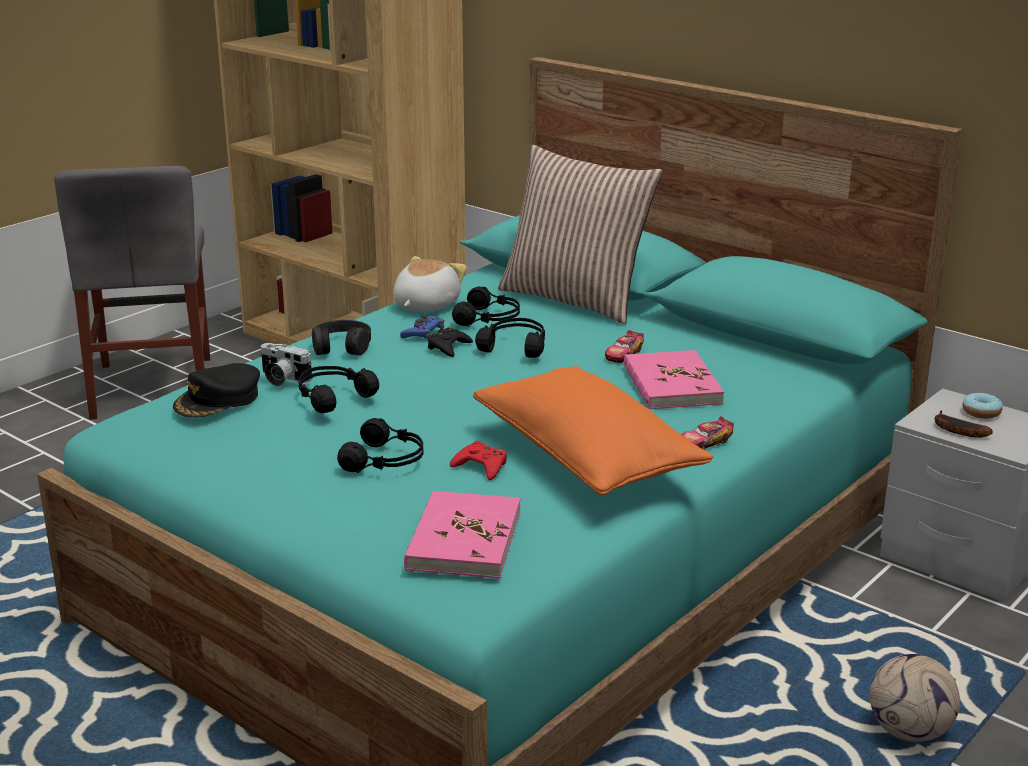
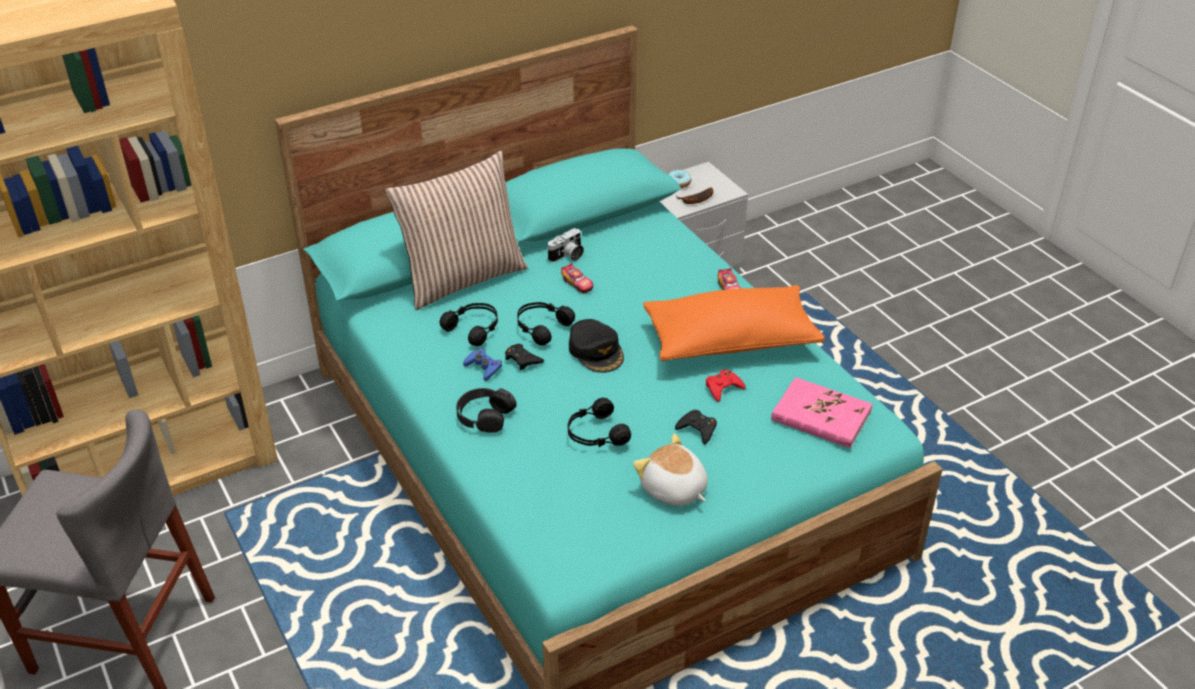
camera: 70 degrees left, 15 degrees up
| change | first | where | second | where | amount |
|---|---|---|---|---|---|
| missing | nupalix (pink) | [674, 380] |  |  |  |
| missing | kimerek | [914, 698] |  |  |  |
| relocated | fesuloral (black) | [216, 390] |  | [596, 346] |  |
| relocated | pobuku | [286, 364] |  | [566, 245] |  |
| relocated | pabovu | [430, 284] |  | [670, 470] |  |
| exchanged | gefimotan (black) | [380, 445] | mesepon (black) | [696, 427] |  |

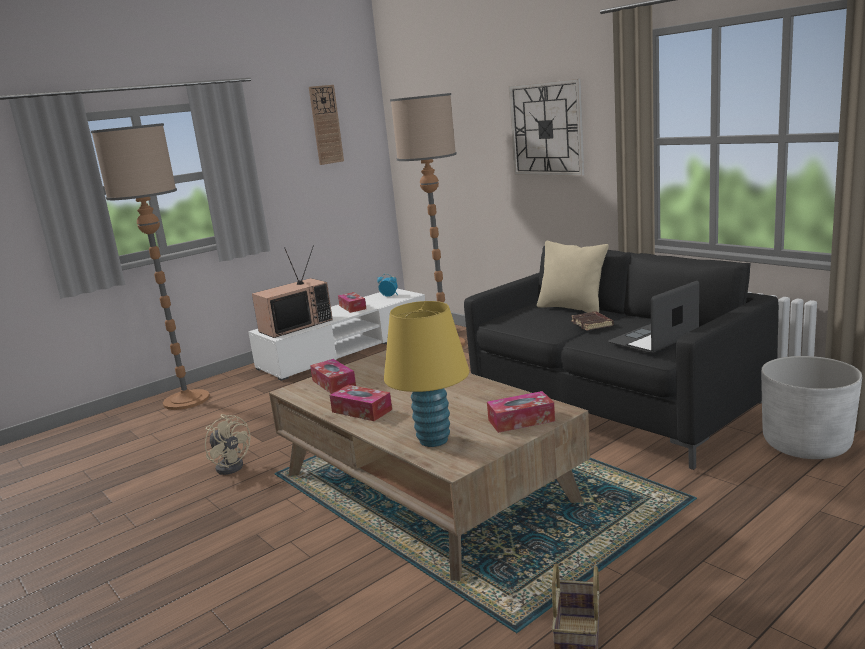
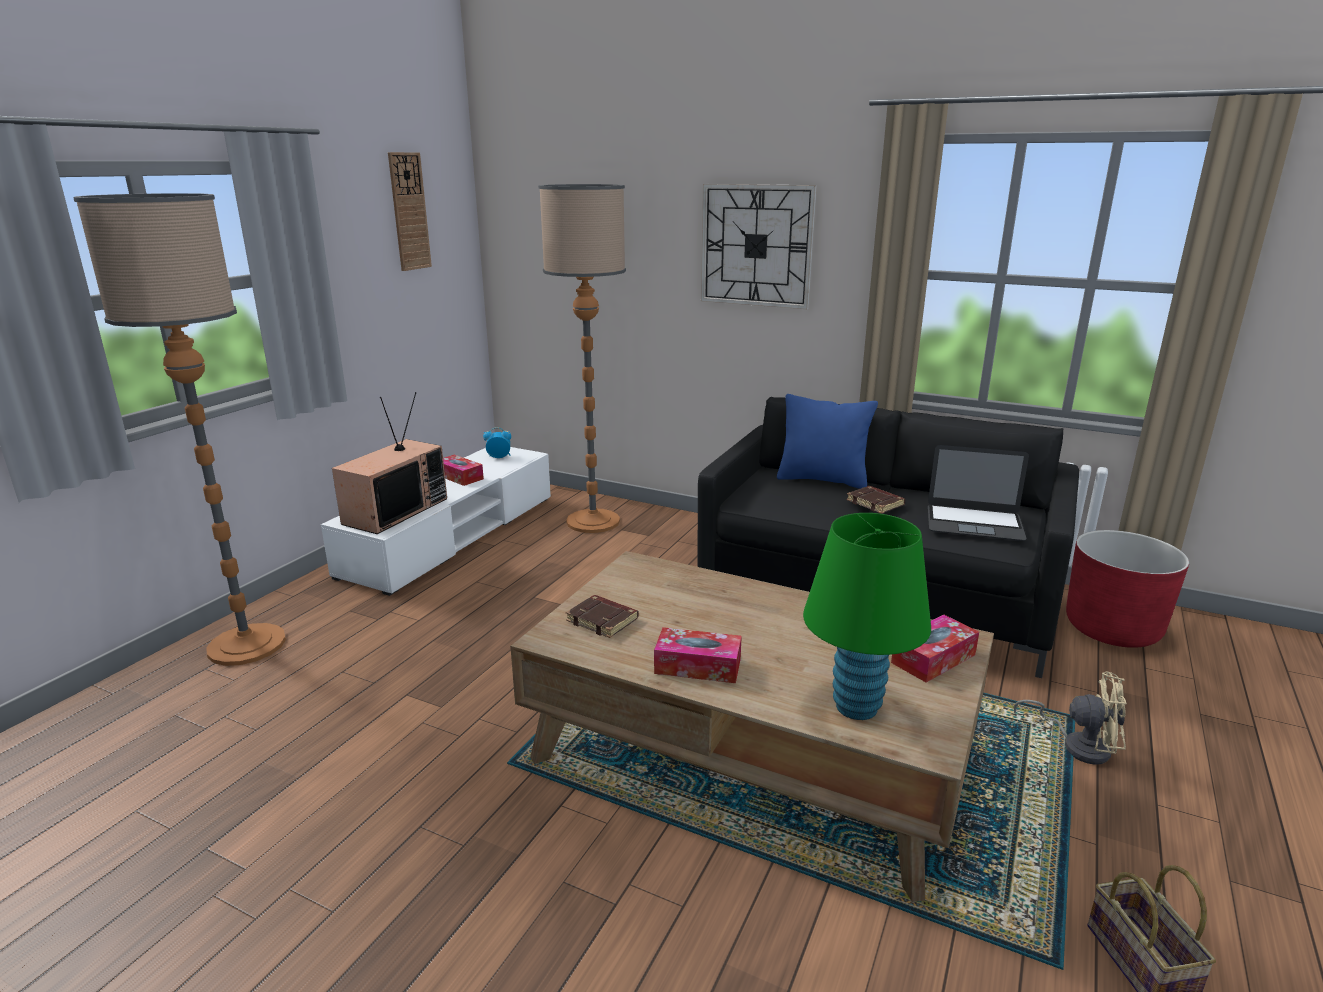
camera: 25 degrees left, 5 degrees up
| change | first | where | second | where | amount |
|---|---|---|---|---|---|
| relocated | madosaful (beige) | [228, 444] |  | [1070, 718] |  |
| exchanged | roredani | [333, 376] | nupalix (brown) | [602, 616] |  |
| colour | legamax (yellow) | [426, 374] | legamax (green) | [867, 616] |  |
| colour | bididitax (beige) | [573, 277] | bididitax (blue) | [827, 441] |  |
| colour | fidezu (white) | [811, 407] | fidezu (red) | [1127, 589] |  |
| spun | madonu | [653, 317] |  | [978, 493] | 105 degrees counterclockwise |

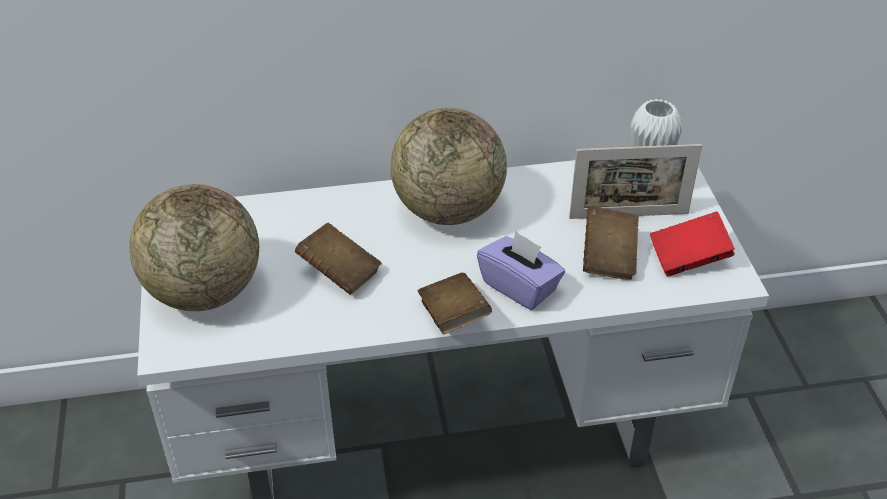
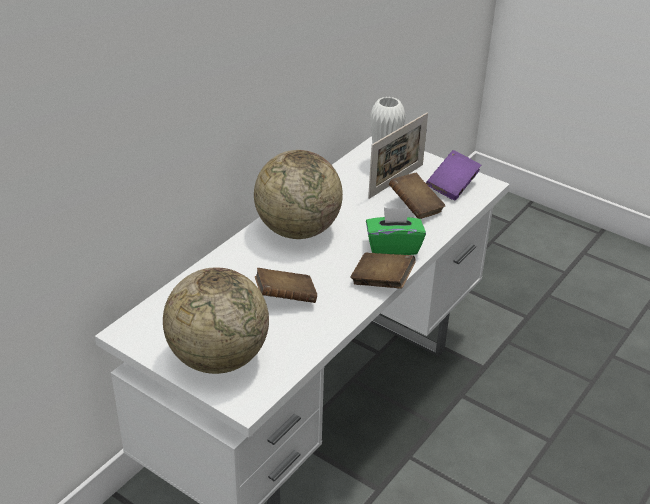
camera: 45 degrees left, 5 degrees down
| change | first | where | second | where | amount |
|---|---|---|---|---|---|
| colour | roredani (purple) | [521, 270] | roredani (green) | [396, 231] |  |
| colour | nupalix (red) | [692, 243] | nupalix (purple) | [453, 175] |  |

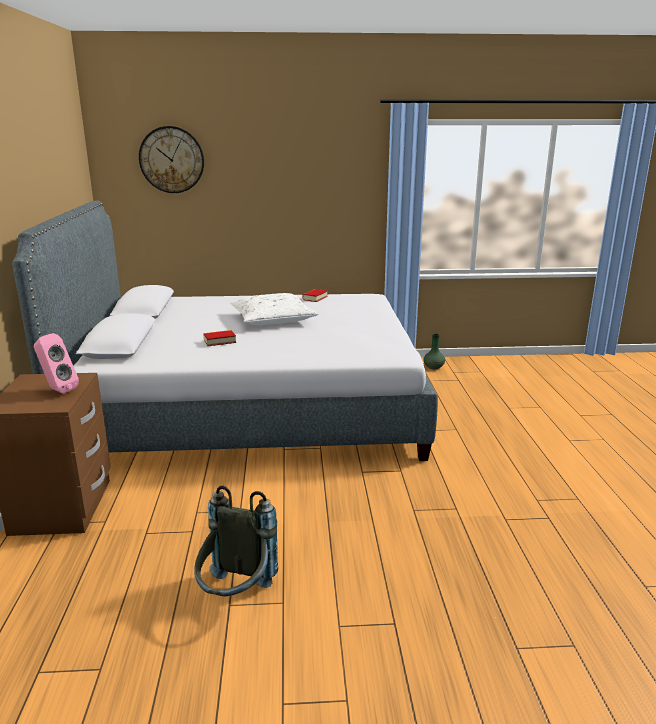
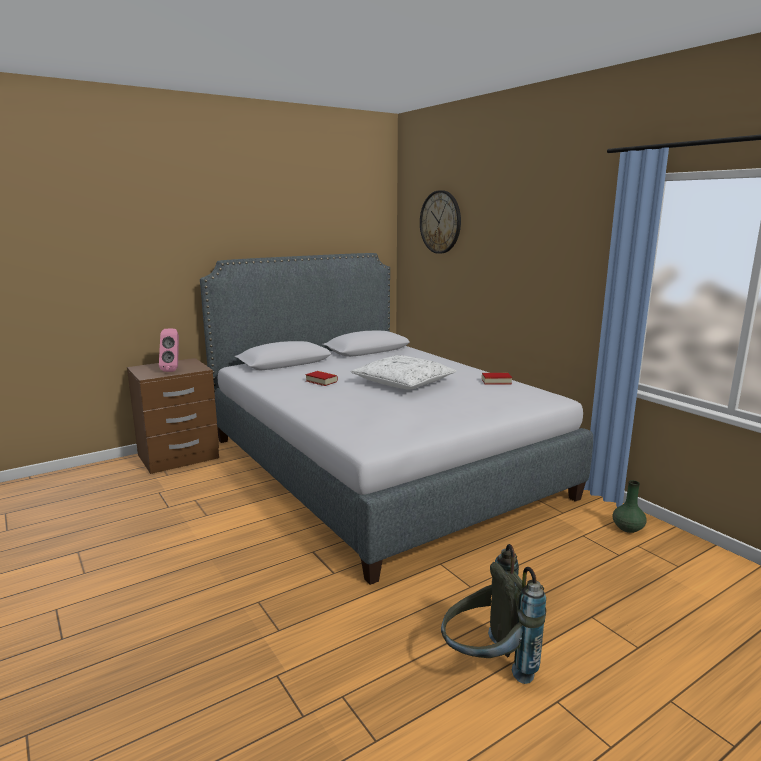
camera: 60 degrees right, 5 degrees down
| change | first | where | second | where | amount |
|---|---|---|---|---|---|
| relocated | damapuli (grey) | [236, 541] |  | [493, 614] |  |

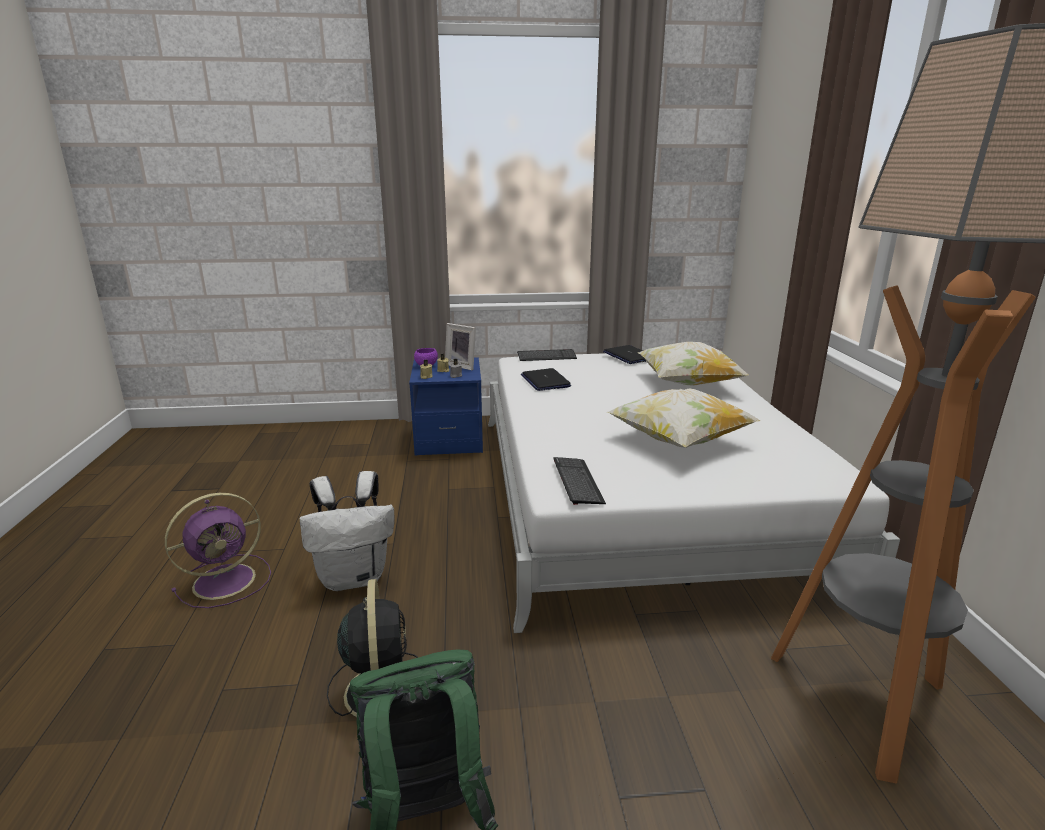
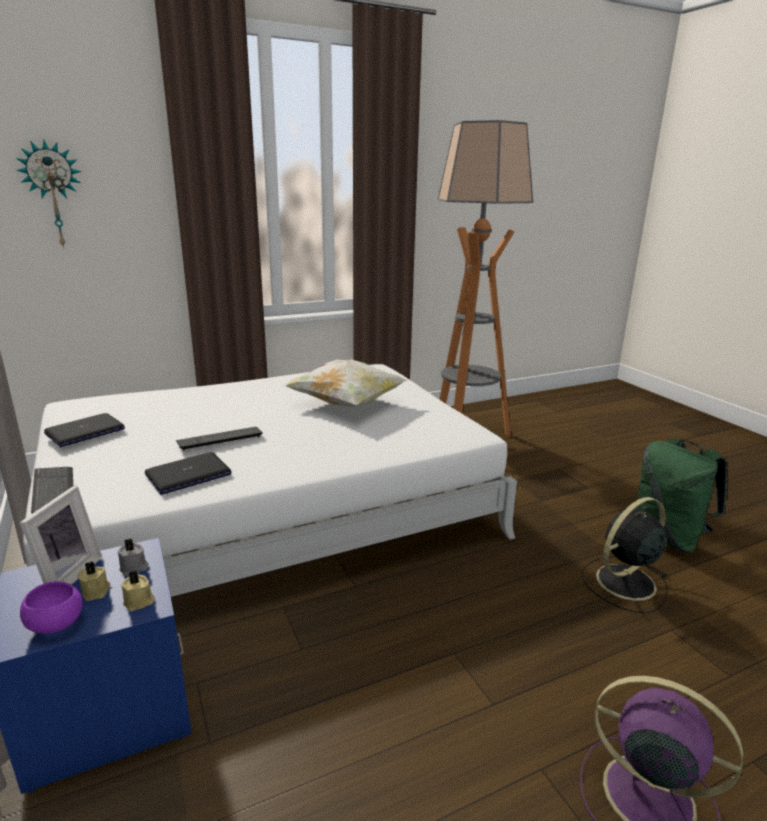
camera: 110 degrees left, 0 degrees up
| change | first | where | second | where | amount |
|---|---|---|---|---|---|
| missing | damapuli (white) | [347, 531] |  |  |  |
| missing | bididitax | [693, 364] |  |  |  |
| appeared |  |  | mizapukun | [49, 194] |  |
| relocated | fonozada | [579, 481] |  | [219, 439] |  |

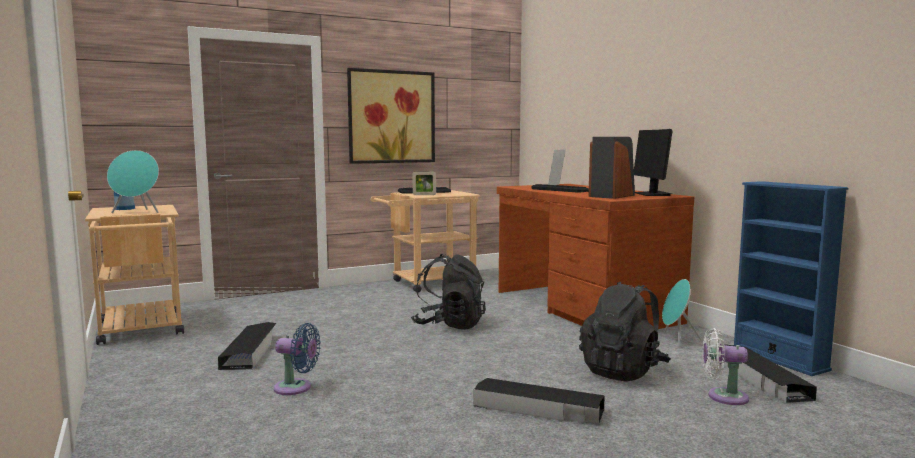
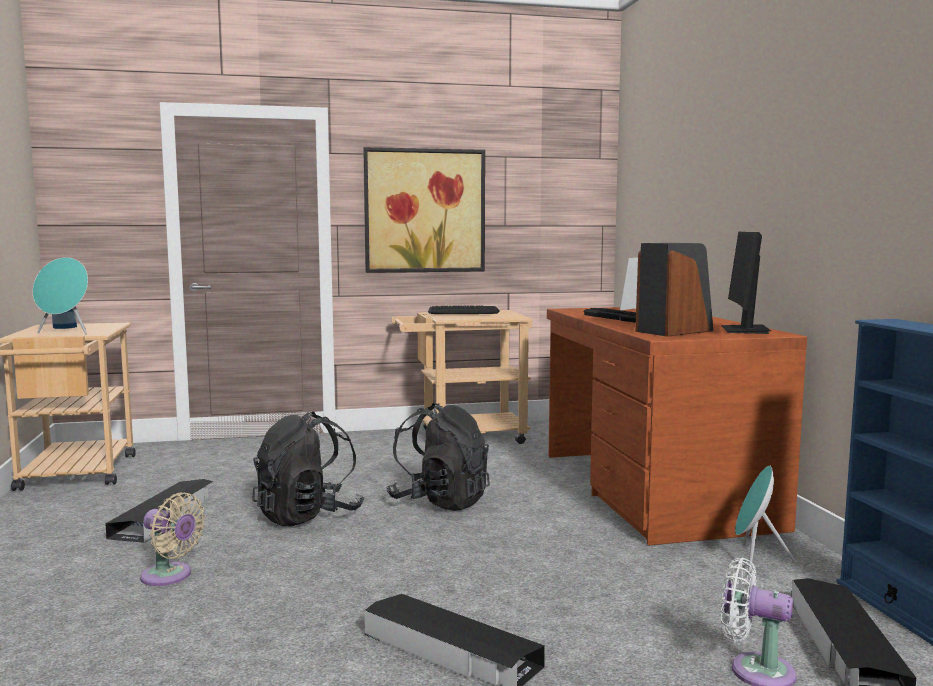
camera: 15 degrees right, 0 degrees up
| change | first | where | second | where | amount |
|---|---|---|---|---|---|
| missing | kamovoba | [424, 183] |  |  |  |
| relocated | damapuli (black) | [625, 332] |  | [308, 468] |  |
| colour | madosaful (blue) | [297, 359] | madosaful (beige) | [173, 539] |  |

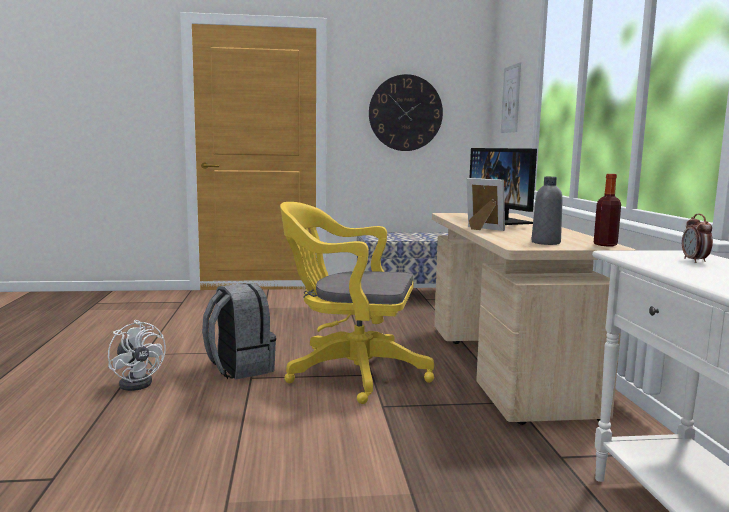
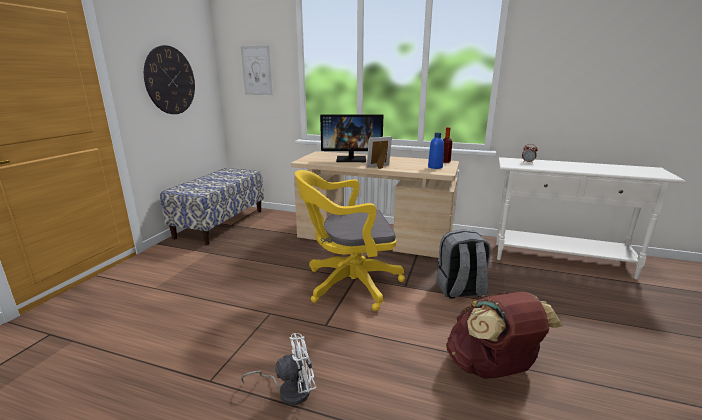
camera: 65 degrees left, 10 degrees up
| change | first | where | second | where | amount |
|---|---|---|---|---|---|
| appeared |  |  | damapuli (brown) | [504, 335] |  |
| relocated | damapuli (grey) | [239, 331] |  | [464, 264] |  |
| colour | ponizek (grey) | [547, 211] | ponizek (blue) | [436, 151] |  |
| spun | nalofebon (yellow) | [357, 303] |  | [350, 240] | 45 degrees clockwise |

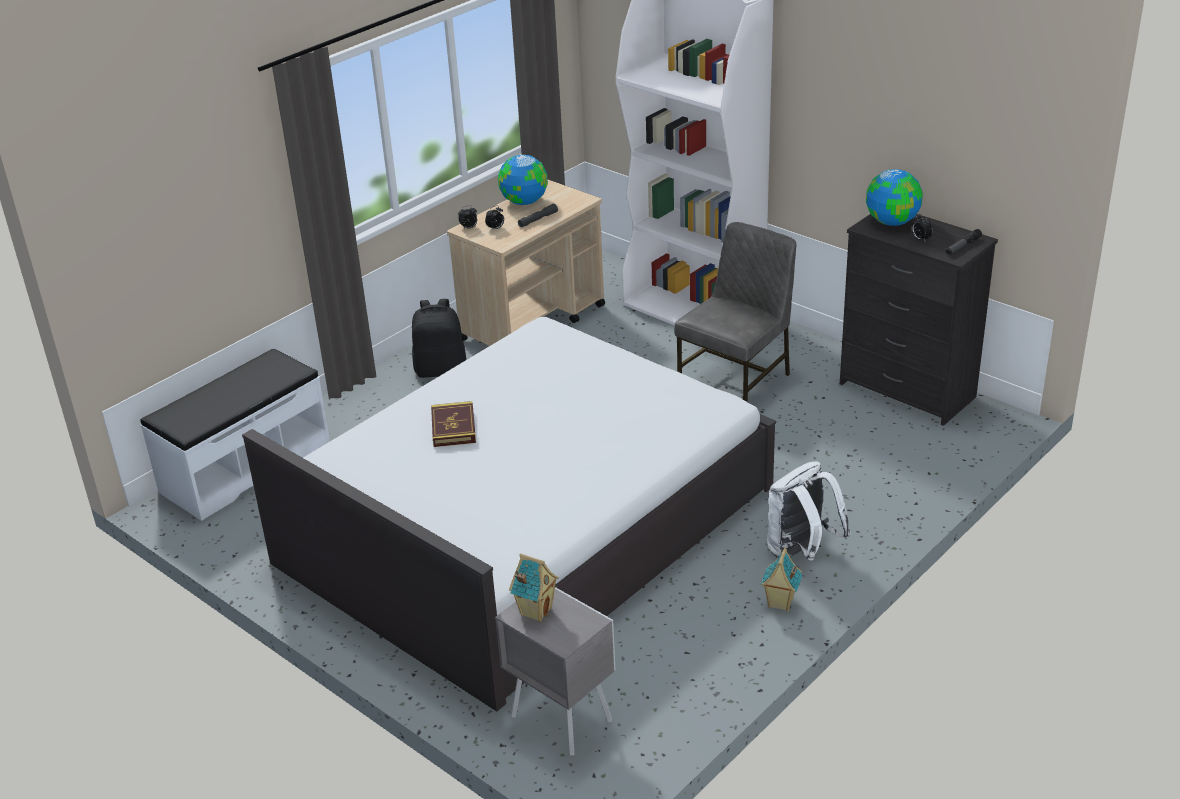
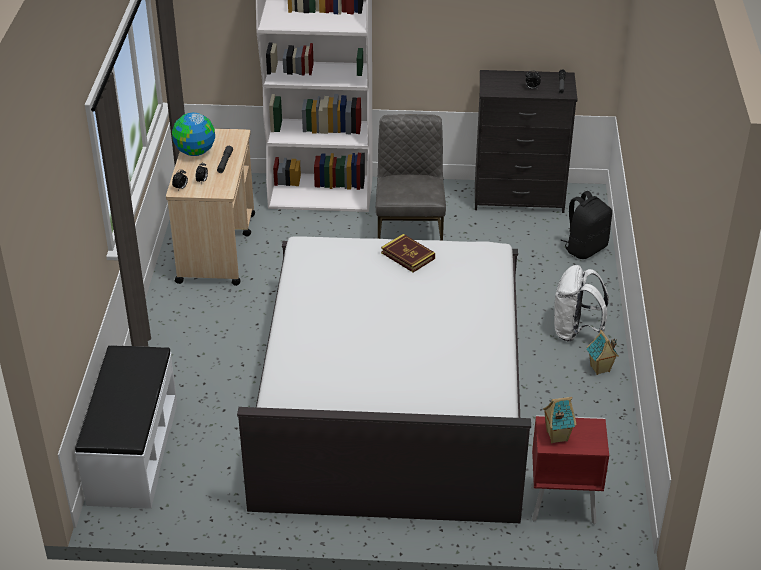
camera: 40 degrees left, 5 degrees up
| change | first | where | second | where | amount |
|---|---|---|---|---|---|
| missing | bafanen | [894, 197] |  |  |  |
| relocated | damapuli (black) | [439, 338] |  | [586, 225] |  |
| relocated | nupalix | [453, 424] |  | [408, 253] |  |
| colour | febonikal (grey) | [555, 671] | febonikal (red) | [570, 469] |  |

